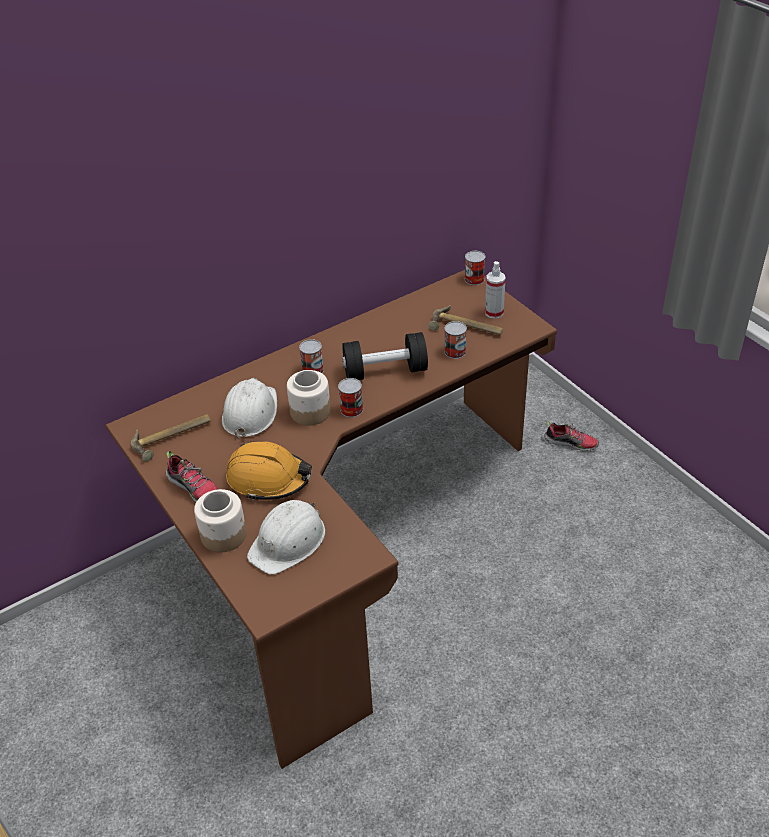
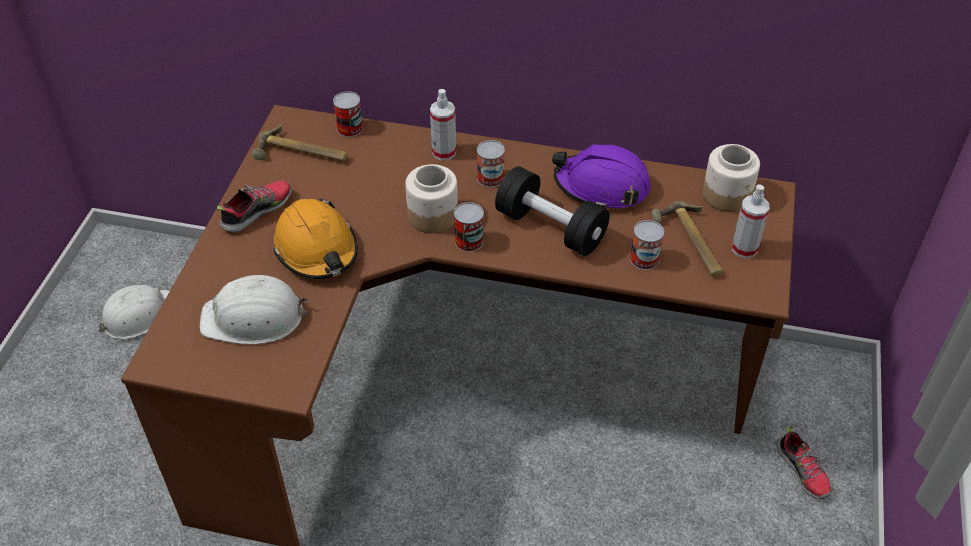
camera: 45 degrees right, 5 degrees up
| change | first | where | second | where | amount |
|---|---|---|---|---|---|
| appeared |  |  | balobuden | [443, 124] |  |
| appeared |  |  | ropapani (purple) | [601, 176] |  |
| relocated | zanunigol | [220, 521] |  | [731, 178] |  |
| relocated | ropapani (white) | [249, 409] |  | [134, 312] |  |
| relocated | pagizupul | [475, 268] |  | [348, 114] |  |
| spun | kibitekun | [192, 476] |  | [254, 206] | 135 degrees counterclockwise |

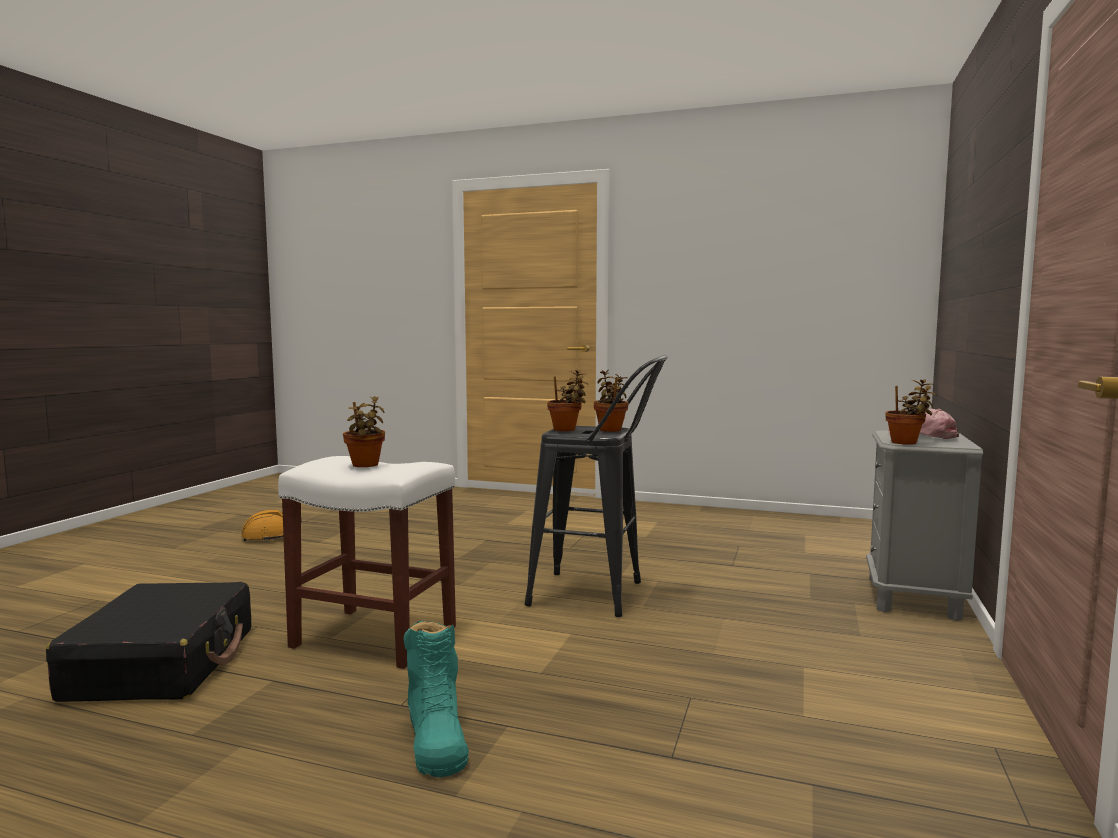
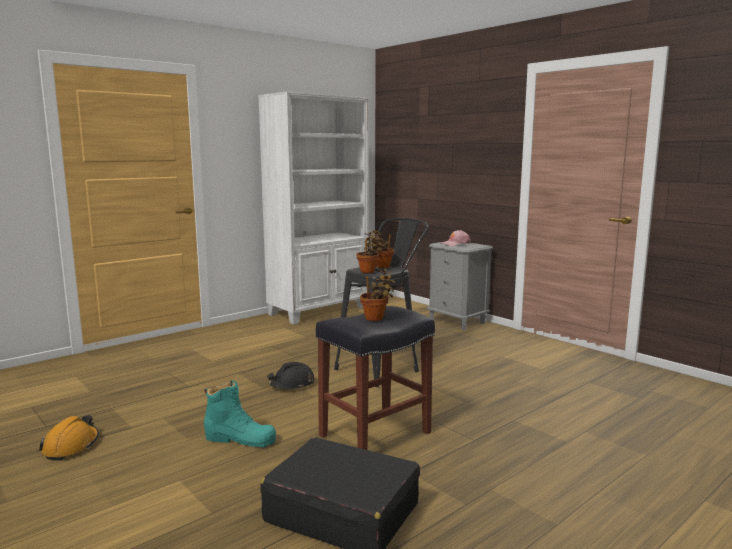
camera: 60 degrees left, 5 degrees up
| change | first | where | second | where | amount |
|---|---|---|---|---|---|
| missing | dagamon | [911, 412] |  |  |  |
| appeared |  |  | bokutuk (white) | [313, 208] |  |
| appeared |  |  | ropapani (black) | [291, 375] |  |
| relocated | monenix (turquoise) | [436, 698] |  | [240, 414] |  |
| colour | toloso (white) | [367, 562] | toloso (black) | [375, 378] |  |

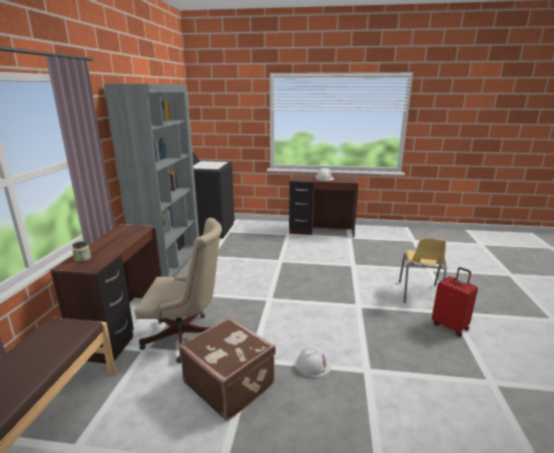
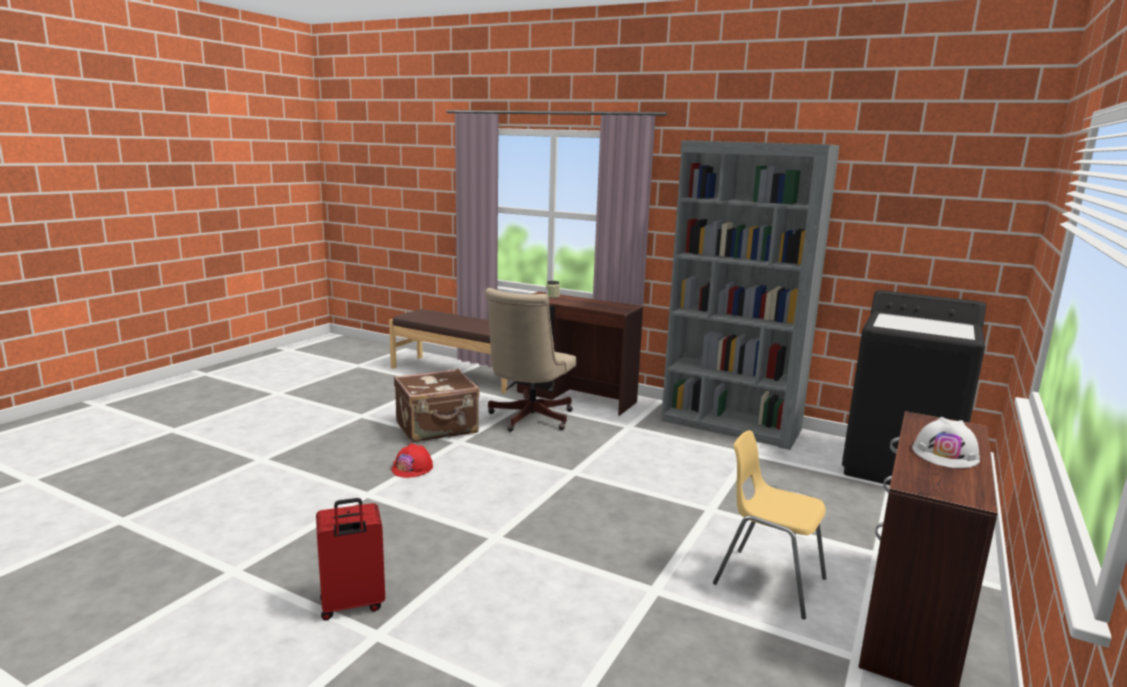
camera: 110 degrees right, 5 degrees down
| change | first | where | second | where | amount |
|---|---|---|---|---|---|
| relocated | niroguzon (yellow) | [423, 270] |  | [769, 524] |  |
| colour | ropapani (white) | [313, 362] | ropapani (red) | [412, 460] |  |

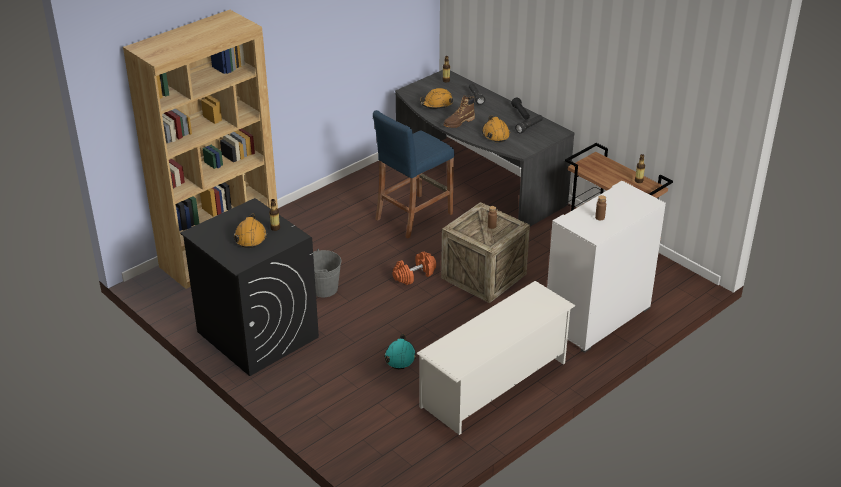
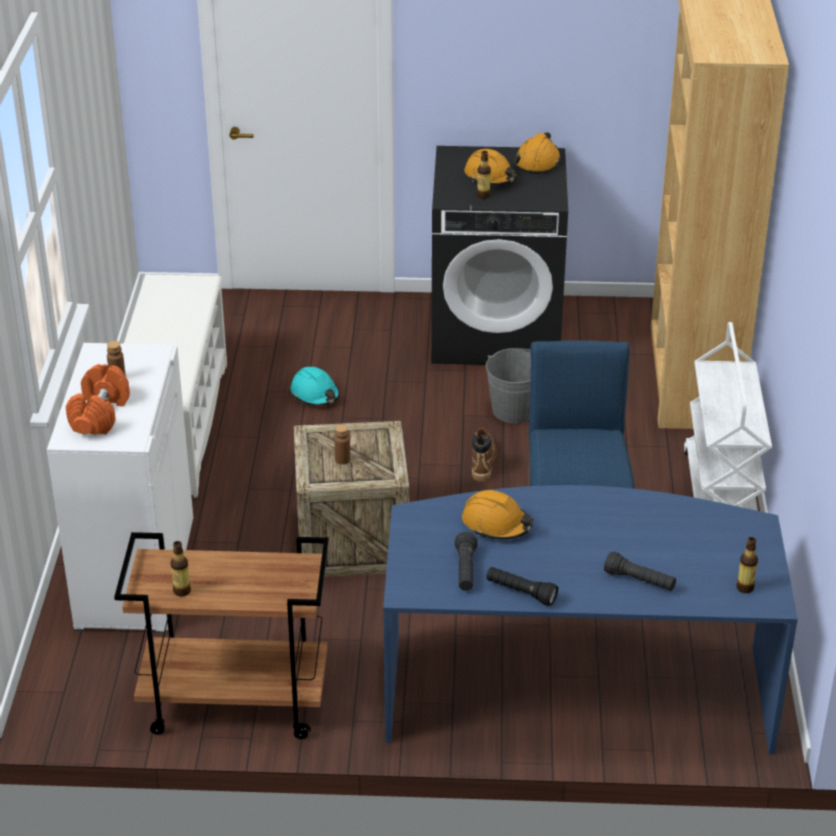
camera: 135 degrees right, 0 degrees up
| change | first | where | second | where | amount |
|---|---|---|---|---|---|
| appeared |  |  | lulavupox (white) | [728, 416] |  |
| relocated | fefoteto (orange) | [414, 268] |  | [98, 399] |  |
| relocated | ropapani (orange) | [436, 98] |  | [537, 153] |  |
| relocated | monenix (brown) | [459, 111] |  | [484, 455] |  |
| colour | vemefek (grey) | [485, 148] | vemefek (blue) | [590, 620] |  |

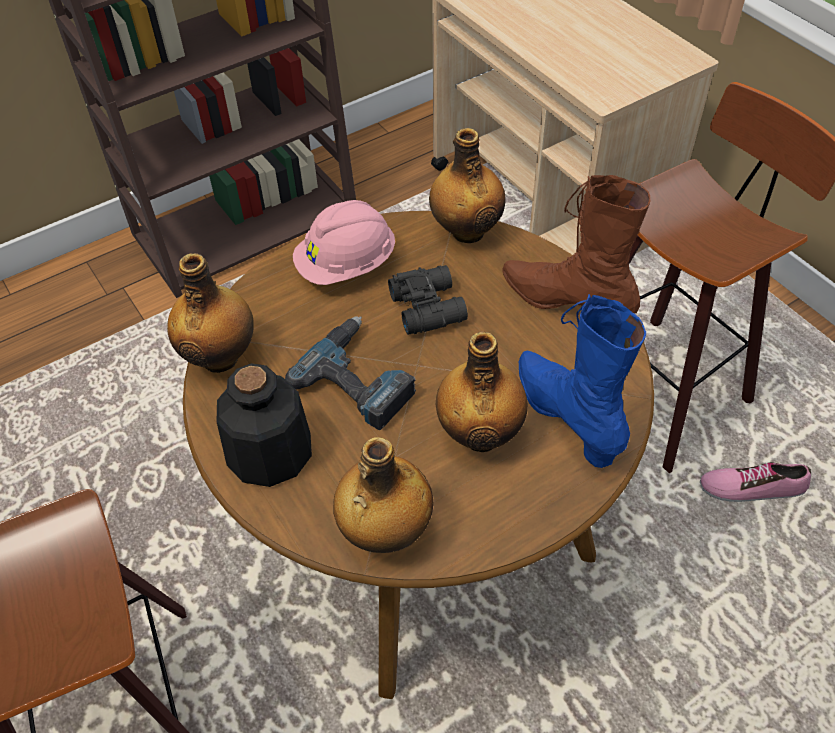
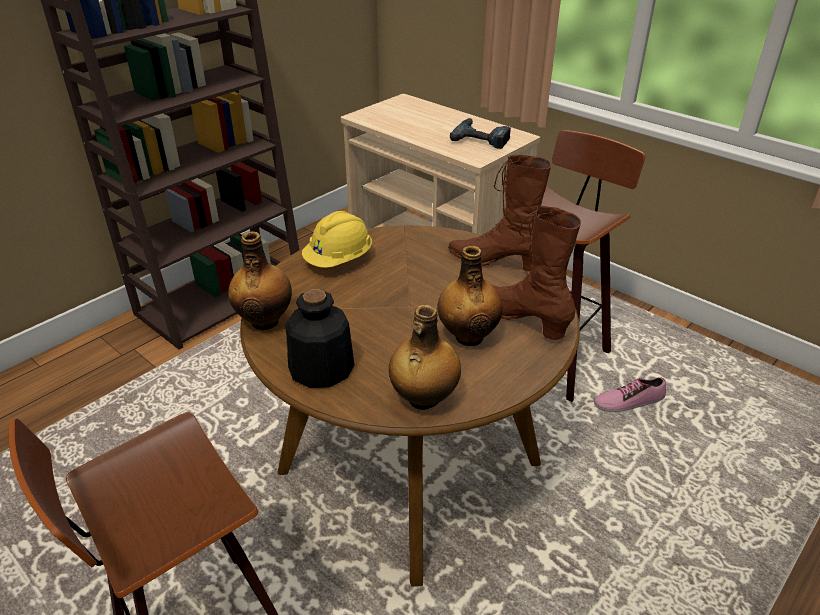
camera: 15 degrees left, 15 degrees down
| change | first | where | second | where | amount |
|---|---|---|---|---|---|
| missing | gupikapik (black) | [428, 300] |  |  |  |
| missing | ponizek | [467, 185] |  |  |  |
| relocated | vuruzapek | [350, 373] |  | [480, 133] |  |
| colour | ropapani (pink) | [344, 242] | ropapani (yellow) | [337, 239] |  |
| colour | monenix (blue) | [582, 381] | monenix (brown) | [536, 273] |  |

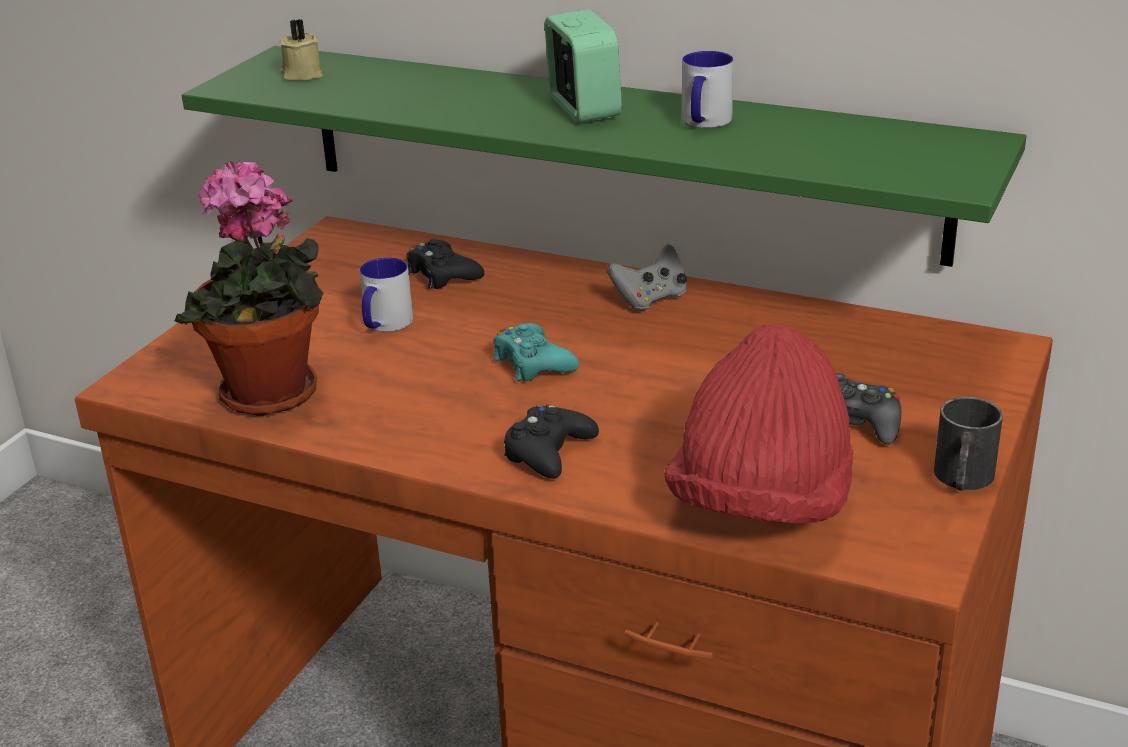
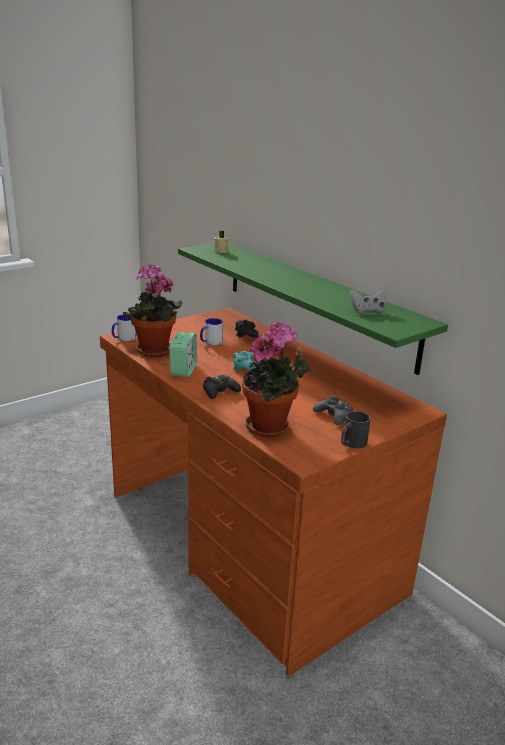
camera: 25 degrees right, 5 degrees down
| change | first | where | second | where | amount |
|---|---|---|---|---|---|
| relocated | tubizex | [583, 66] |  | [183, 354] |  |
| relocated | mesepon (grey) | [647, 277] |  | [368, 301] |  |
| relocated | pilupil | [708, 89] |  | [124, 328] |  |
| exchanged | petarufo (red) | [758, 424] | dagamon | [276, 379] |  |

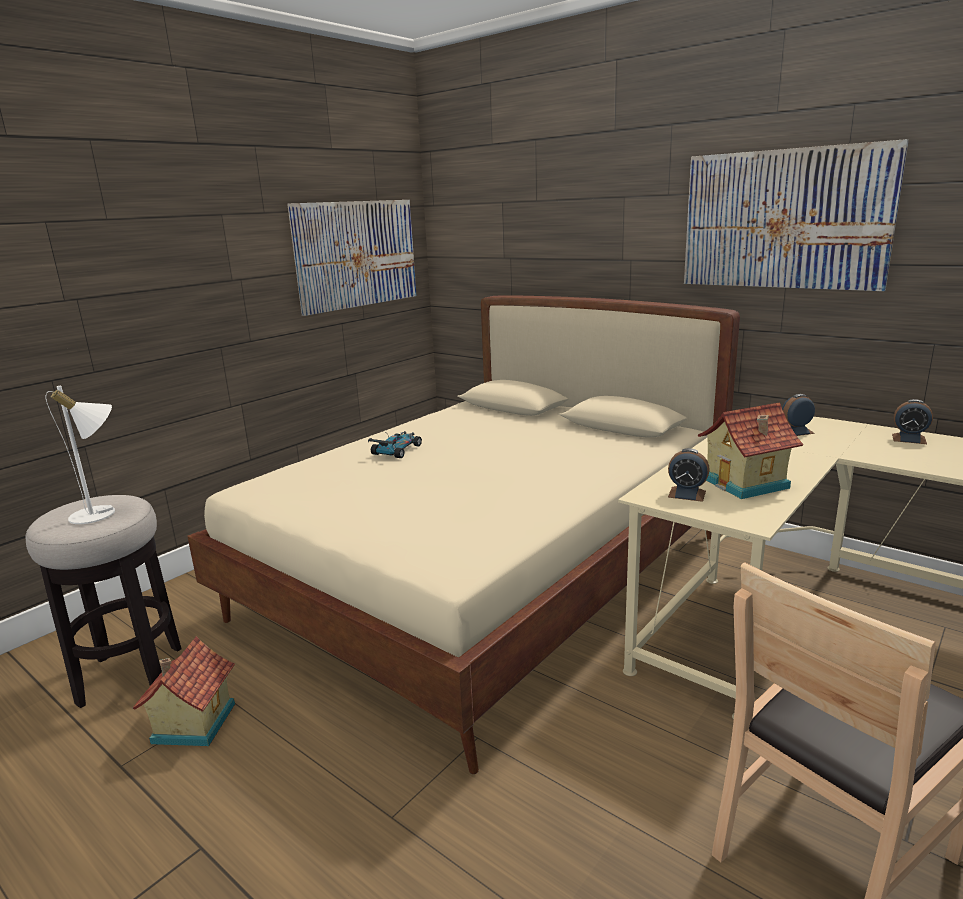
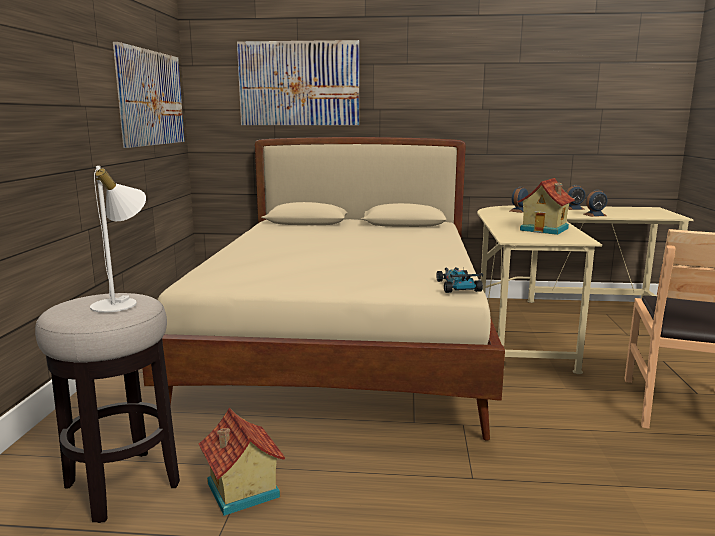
camera: 35 degrees left, 5 degrees down
| change | first | where | second | where | amount |
|---|---|---|---|---|---|
| relocated | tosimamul | [395, 444] |  | [460, 279] |  |
| relocated | tubizex | [689, 475] |  | [595, 203] |  |
| relocated | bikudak | [796, 215] |  | [298, 82] |  |

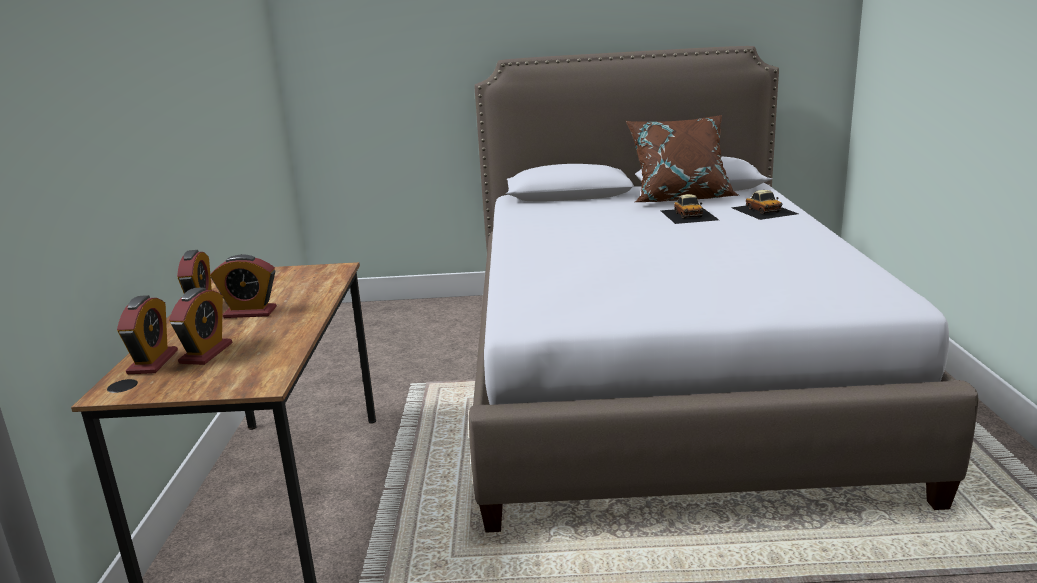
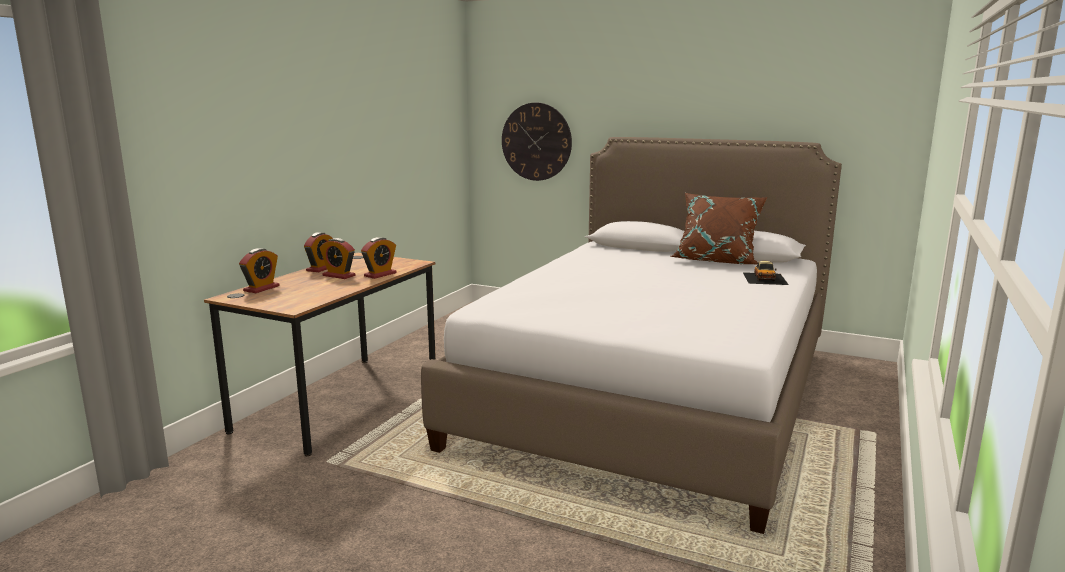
camera: 25 degrees right, 5 degrees down
| change | first | where | second | where | amount |
|---|---|---|---|---|---|
| missing | tosimamul | [690, 209] |  |  |  |
| appeared |  |  | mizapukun | [537, 142] |  |
| relocated | tubizex | [200, 326] |  | [379, 258] |  |

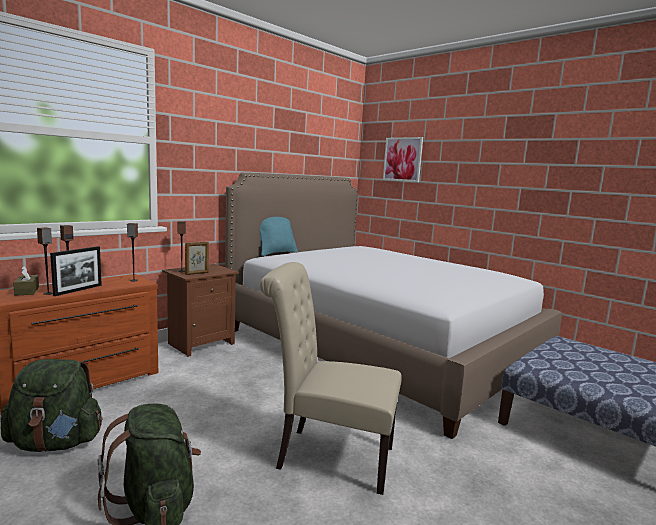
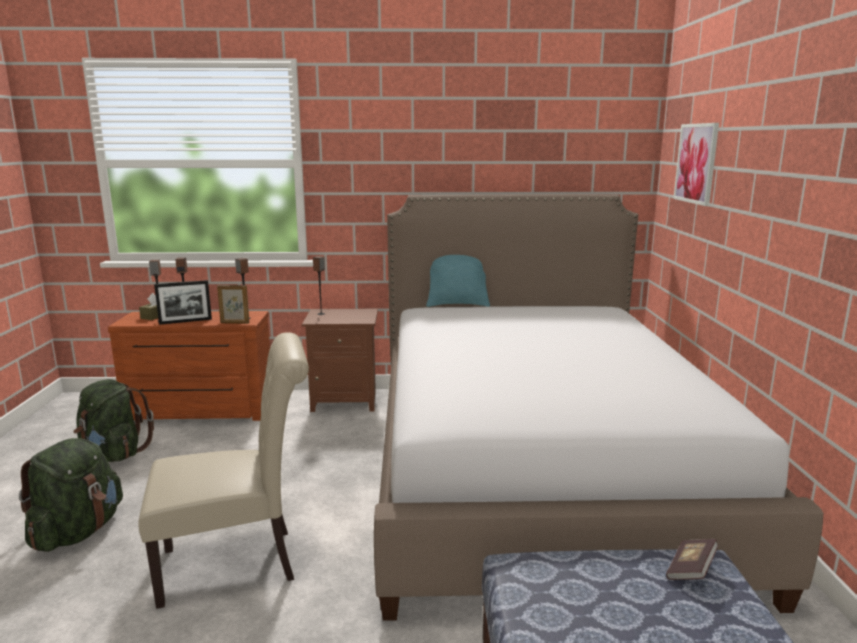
camera: 45 degrees right, 5 degrees up
| change | first | where | second | where | amount |
|---|---|---|---|---|---|
| appeared |  |  | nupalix | [692, 559] |  |
| relocated | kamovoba | [197, 258] |  | [233, 304] |  |
| spun | niroguzon (beige) | [331, 378] |  | [223, 470] | 105 degrees clockwise |

